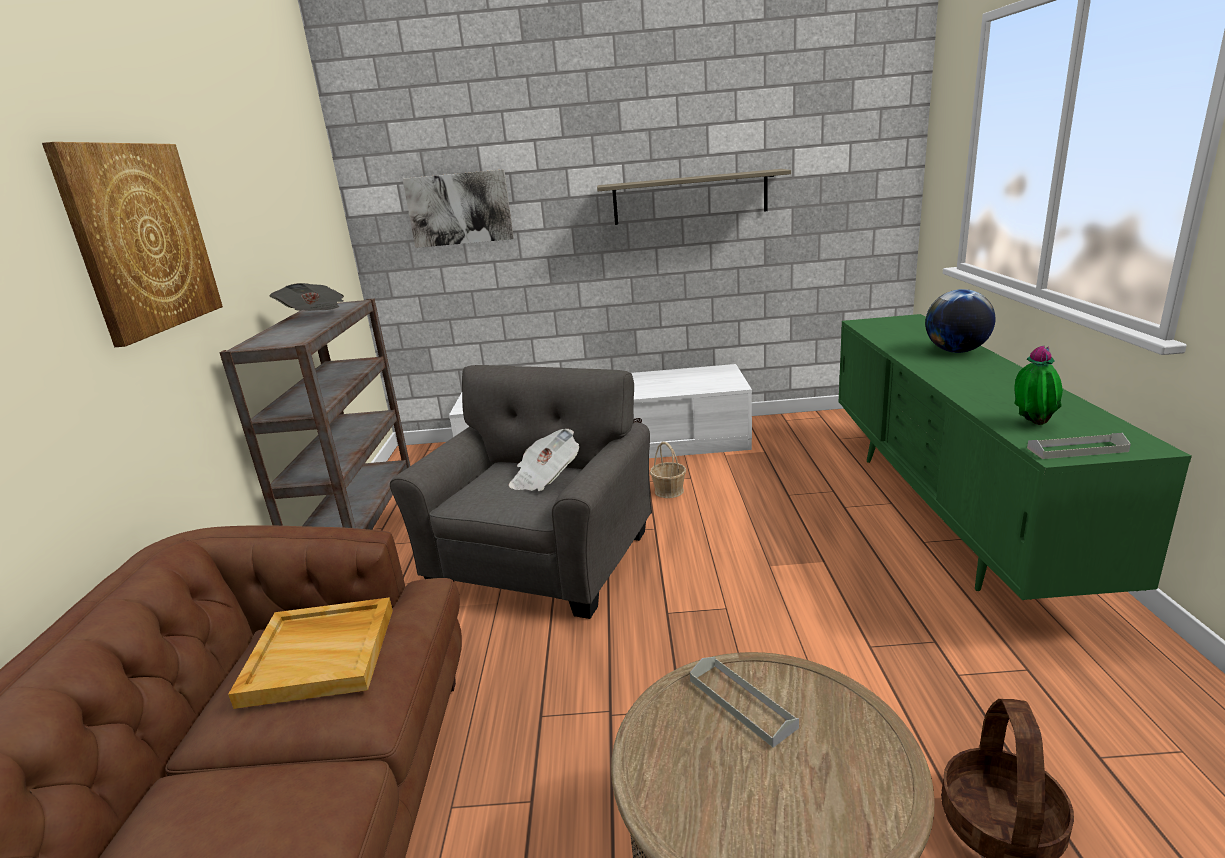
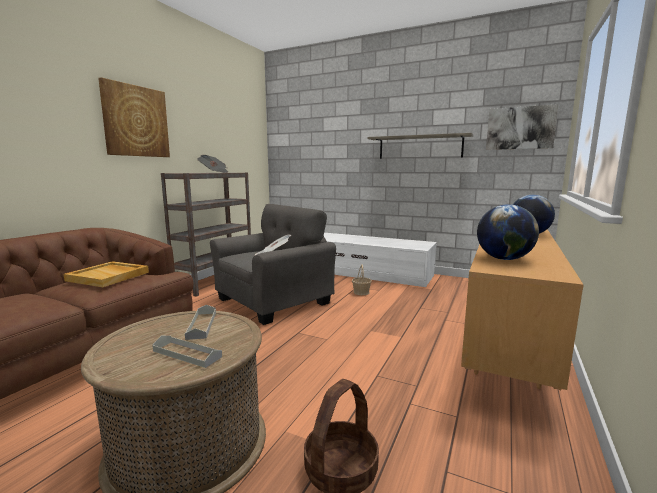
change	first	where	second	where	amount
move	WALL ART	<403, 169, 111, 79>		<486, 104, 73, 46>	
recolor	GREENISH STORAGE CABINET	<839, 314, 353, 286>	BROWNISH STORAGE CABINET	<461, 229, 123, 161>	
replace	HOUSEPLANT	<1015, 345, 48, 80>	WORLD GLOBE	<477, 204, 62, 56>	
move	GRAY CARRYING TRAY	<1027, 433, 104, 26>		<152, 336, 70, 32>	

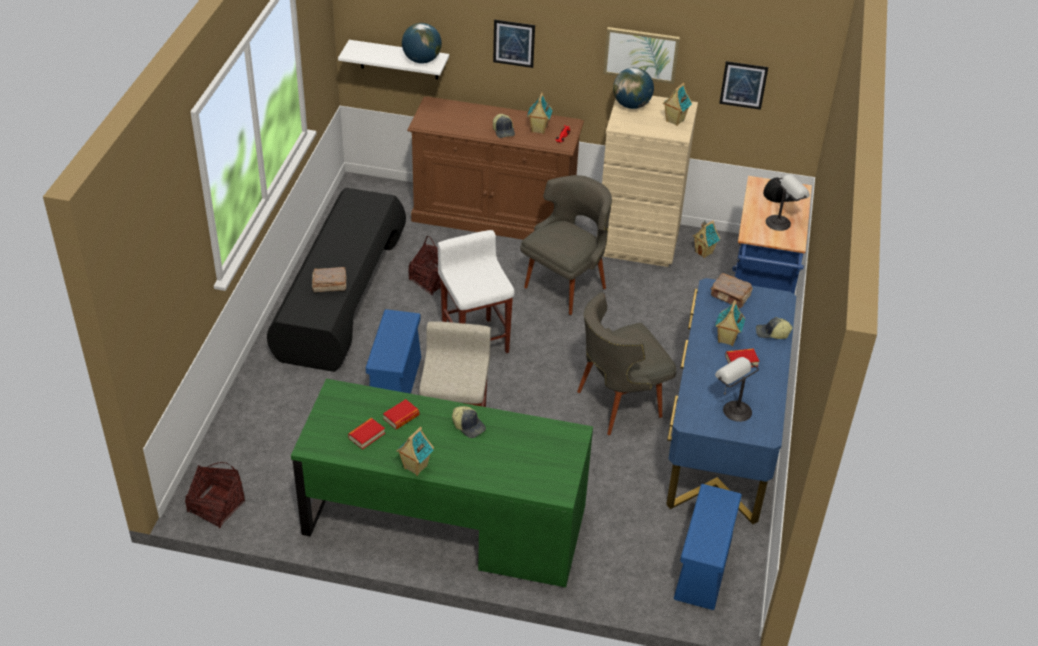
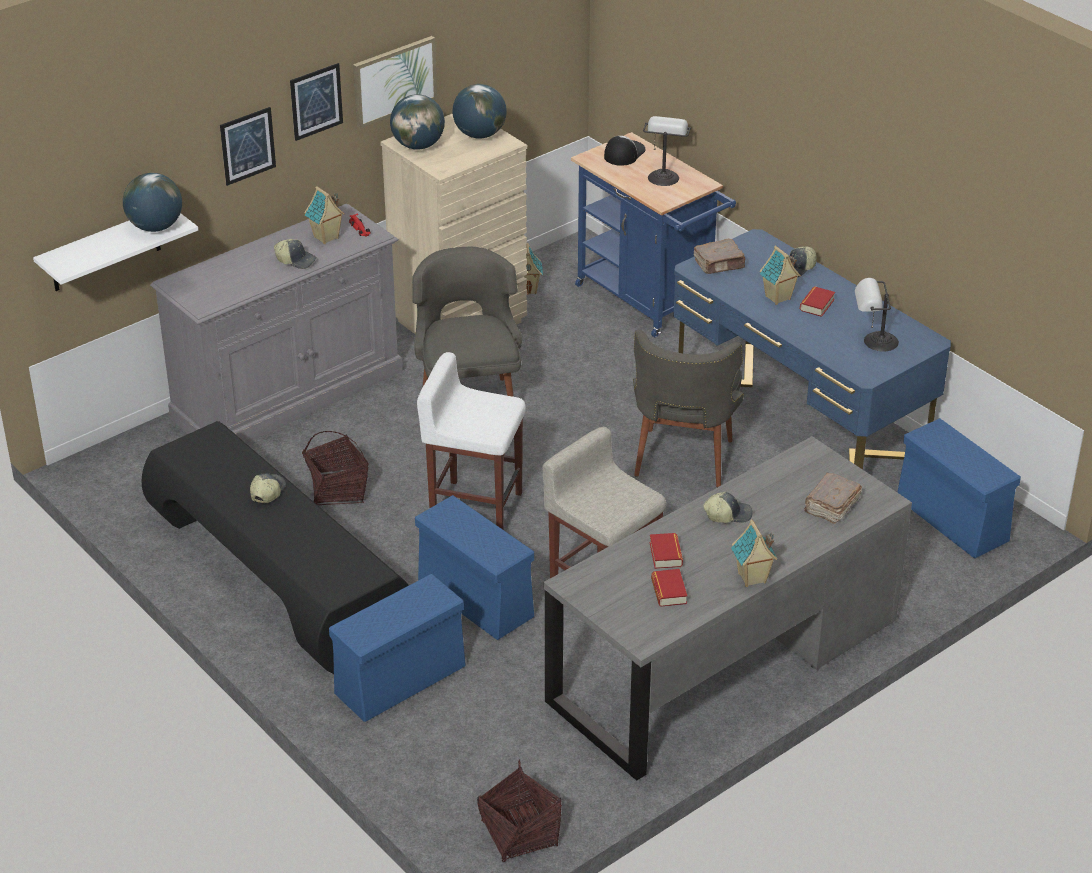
change	first	where	second	where	amount
move	WALL ART	<719, 61, 49, 49>		<290, 63, 53, 78>	
replace	TOY HOUSE	<663, 83, 29, 43>	WORLD GLOBE	<452, 84, 54, 55>	
recolor	BROWNISH STORAGE CABINET	<407, 96, 177, 144>	GRAY STORAGE CABINET	<150, 204, 253, 239>	
move	BROWNISH VOLUME	<312, 267, 34, 25>		<804, 473, 58, 51>	
recolor	GREENISH DESK UNIT	<291, 379, 302, 208>	GRAY DESK UNIT	<544, 436, 368, 345>	
insert			PEAKED CAP	<250, 473, 36, 31>	
insert			BLUISH STORAGE BIN	<329, 574, 137, 148>	

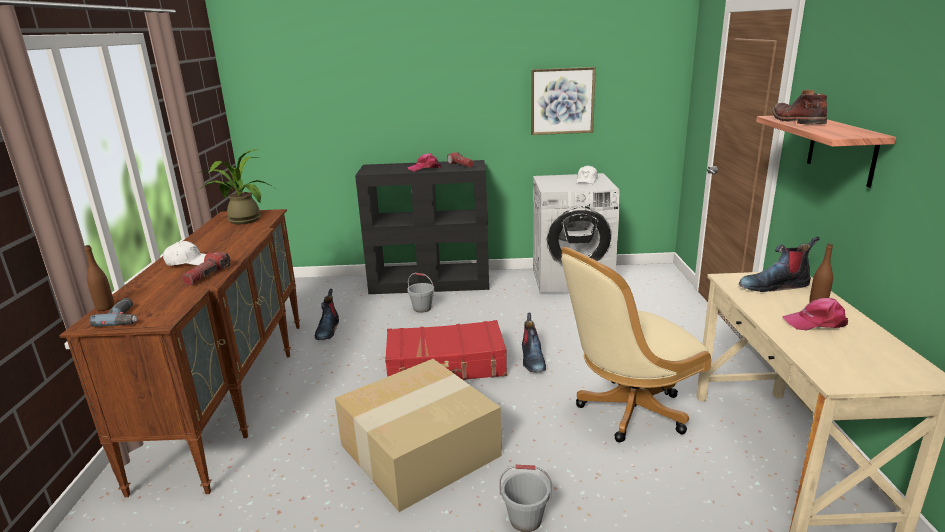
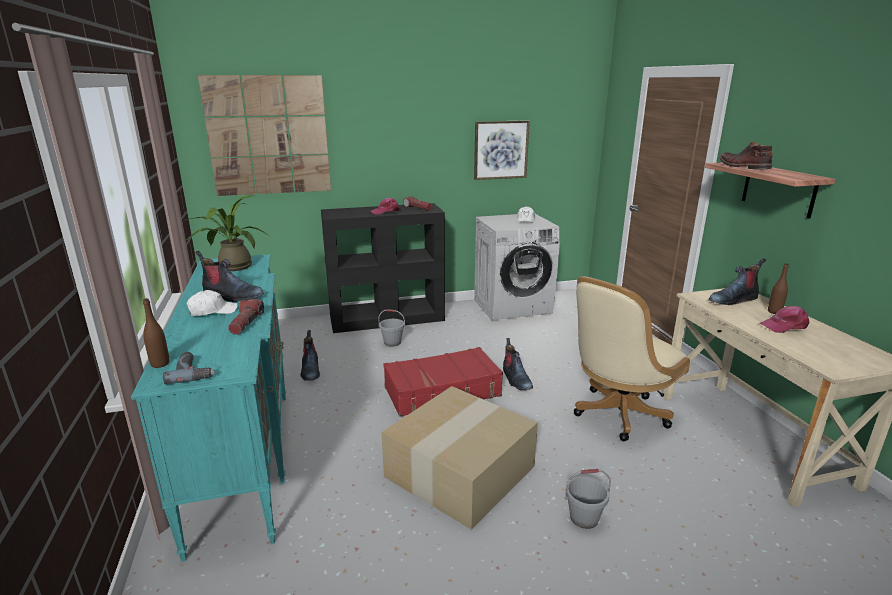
change	first	where	second	where	amount
recolor	BROWNISH STORAGE CABINET	<59, 209, 241, 288>	BLUE-GREEN STORAGE CABINET	<131, 254, 155, 308>	
insert			WALL ART	<198, 75, 133, 121>	
insert			TALL BOOT	<195, 251, 69, 51>	

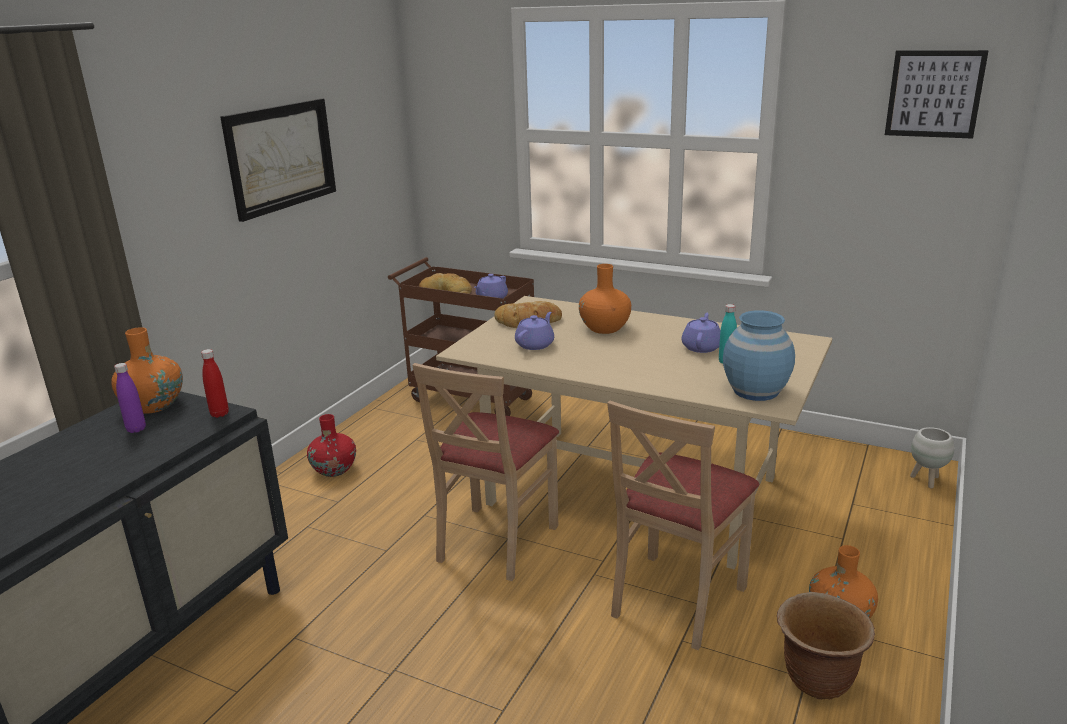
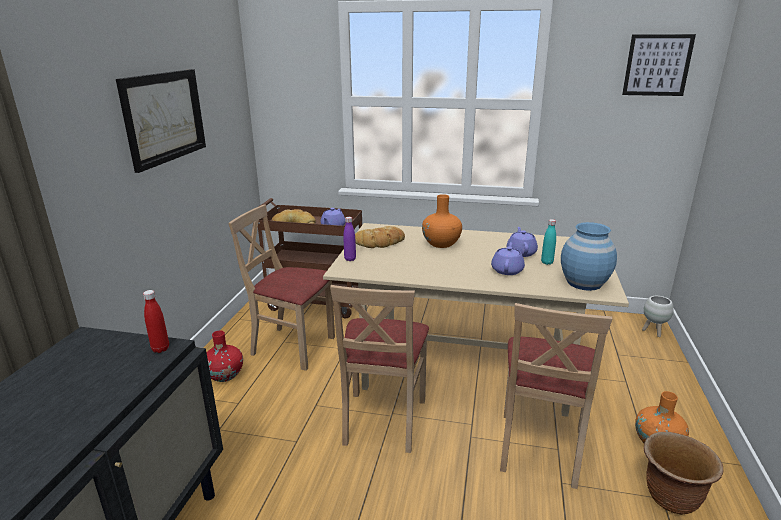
change	first	where	second	where	amount
move	PURPLISH TEAPOT	<515, 312, 39, 38>		<491, 242, 34, 33>	
delete	ORANGE FLOWER VASE	<111, 327, 72, 87>			
move	PURPLISH BEVERAGE BOTTLE	<114, 363, 32, 70>		<343, 217, 13, 44>	
insert			SAND-COLOURED CHAIR	<228, 205, 107, 166>	

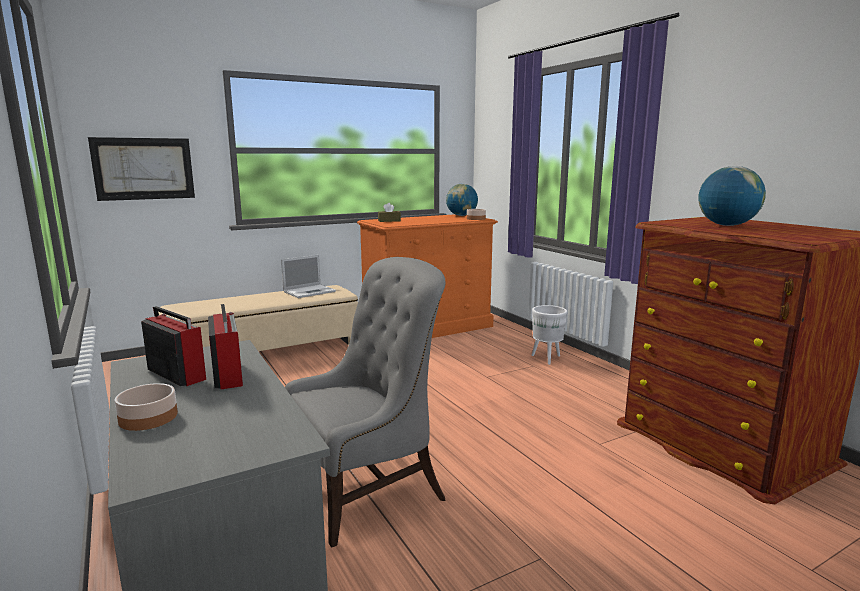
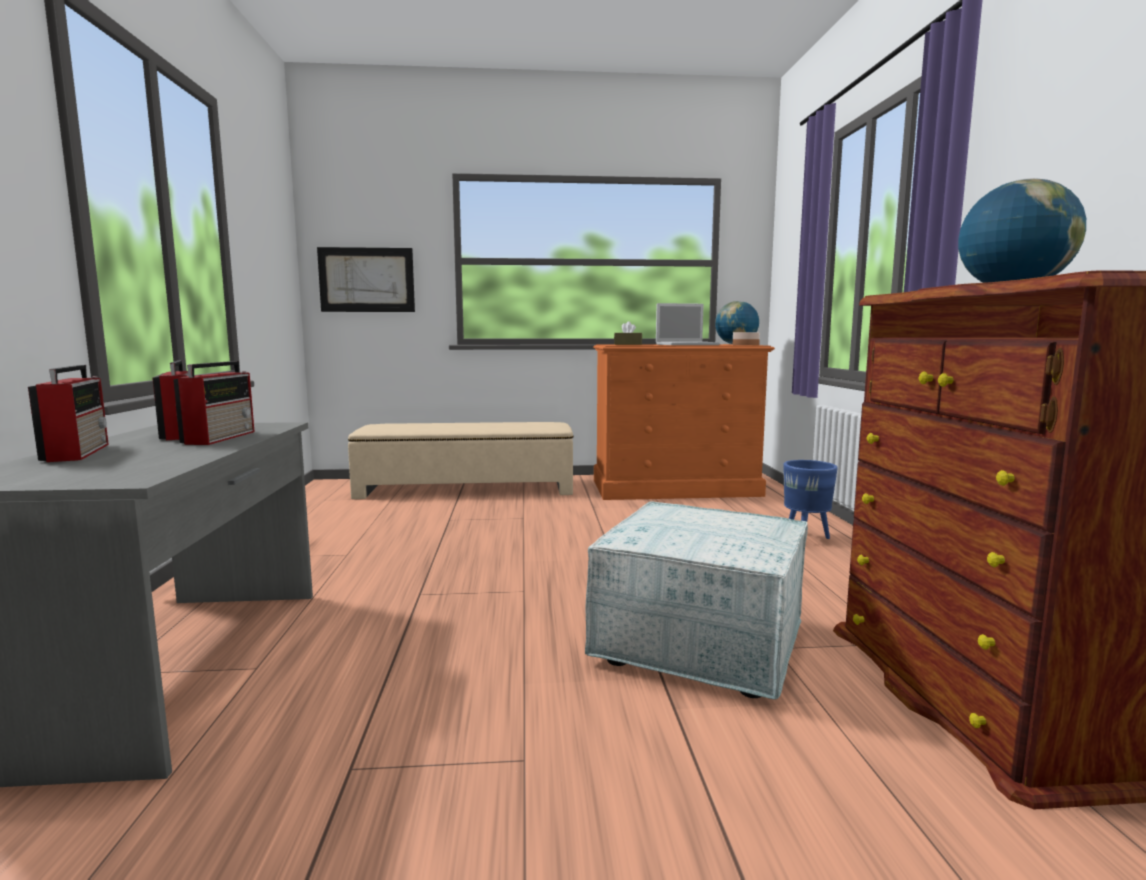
change	first	where	second	where	amount
move	LAPTOP	<281, 255, 55, 43>		<656, 303, 64, 42>	
delete	GRAY CHAIR	<285, 257, 161, 291>			
recolor	WHITE PLANTER	<532, 305, 35, 60>	BLUISH PLANTER	<783, 460, 55, 79>	
replace	SERVING BOWL	<115, 383, 63, 48>	RADIO RECEIVER	<28, 365, 81, 97>	
insert			WHITE POUFFE	<585, 501, 223, 199>	

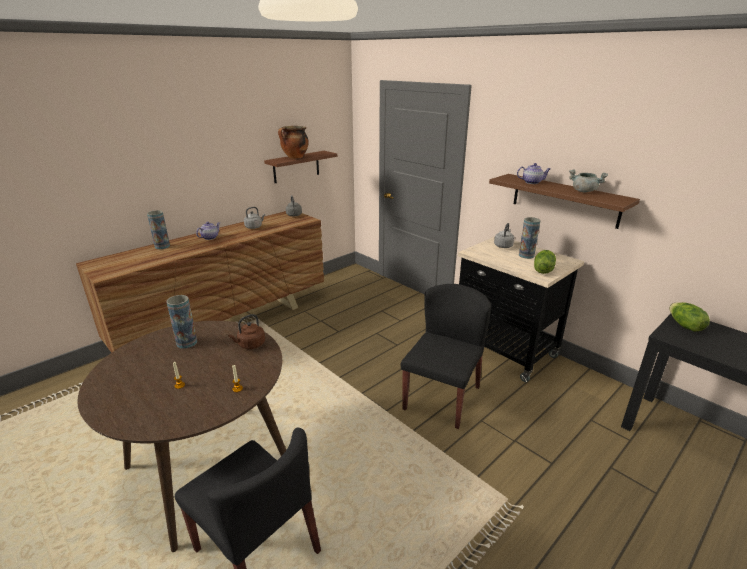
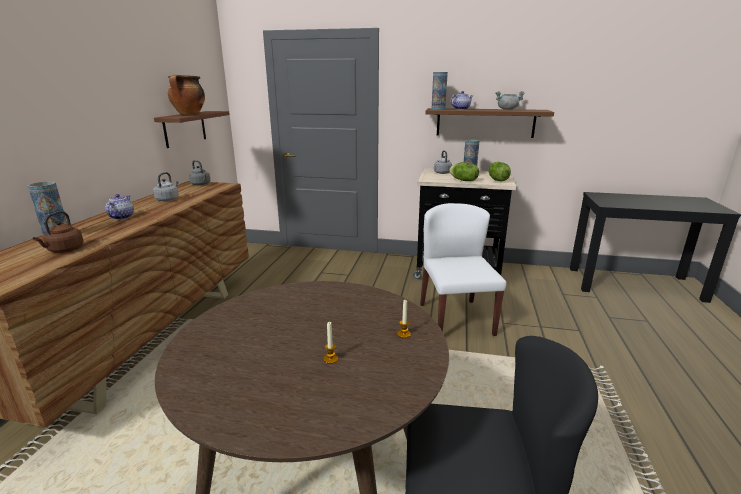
change	first	where	second	where	amount
recolor	BLACKISH CHAIR	<401, 284, 90, 145>	WHITE CHAIR	<420, 203, 87, 133>	
move	FLOWER VASE	<166, 295, 31, 54>		<431, 72, 17, 38>	
move	LETTUCE HEAD	<669, 302, 41, 30>		<449, 162, 30, 19>	
move	BROWNISH WATER KETTLE	<228, 314, 37, 35>		<33, 211, 51, 42>	

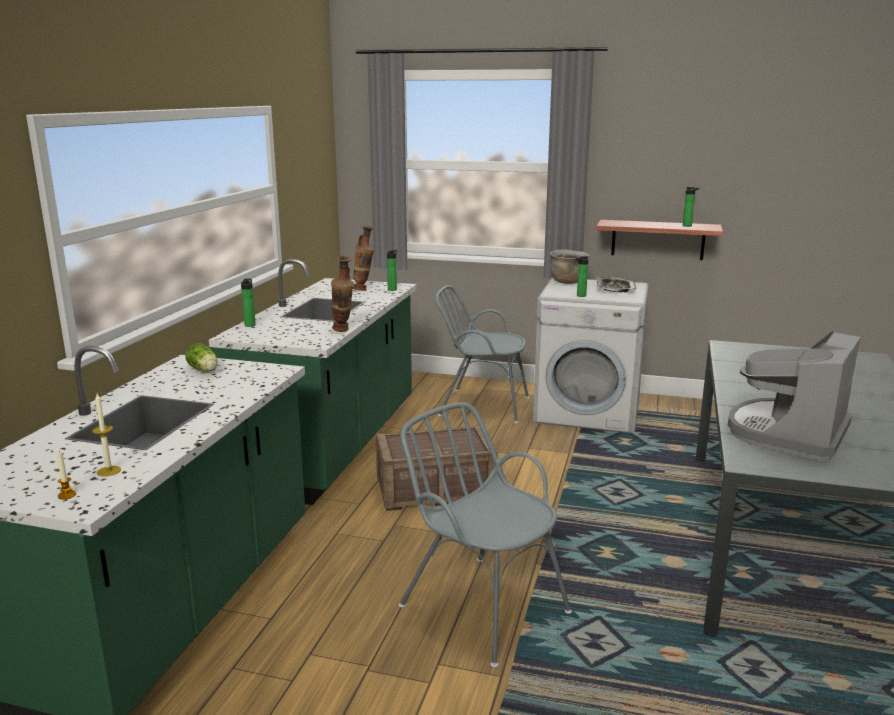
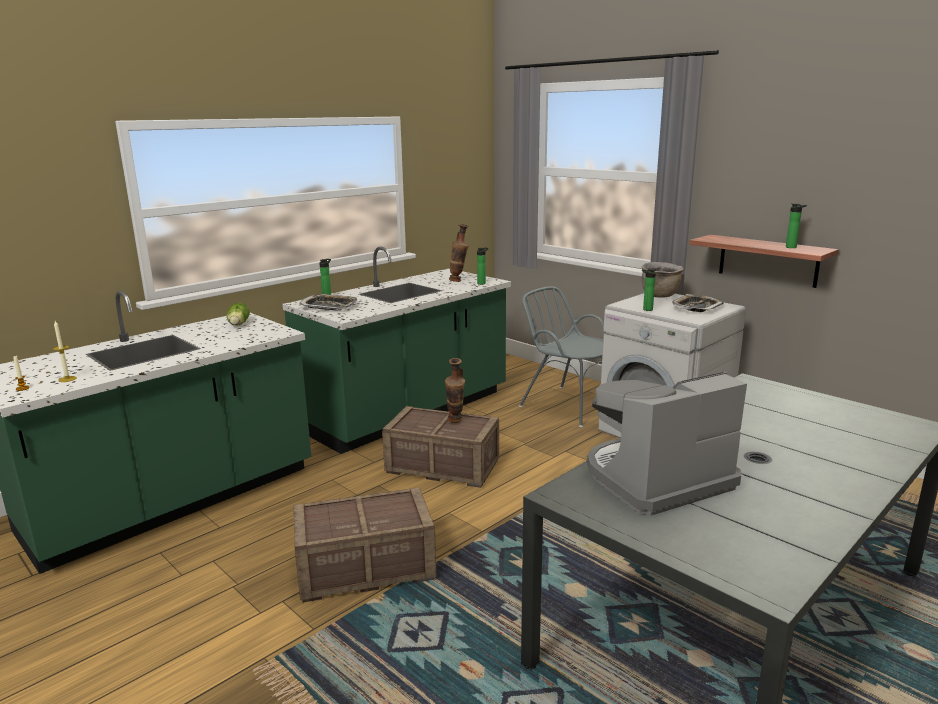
change	first	where	second	where	amount
move	FLOWER VASE	<331, 256, 23, 76>		<445, 358, 20, 65>	
replace	GRAY CHAIR	<399, 402, 173, 265>	CRATE	<293, 487, 144, 116>	
insert			CARRYING TRAY	<299, 294, 58, 16>	

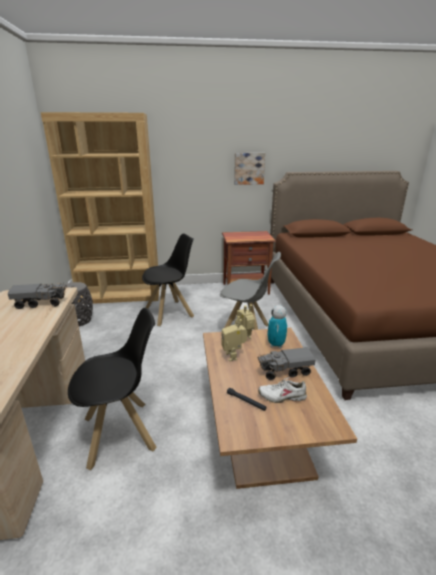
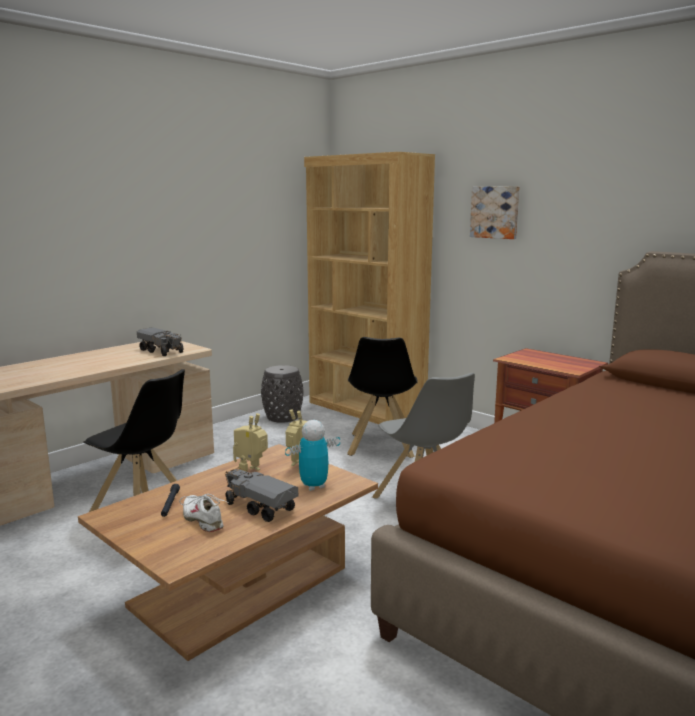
change	first	where	second	where	amount
move	WALL ART	<234, 153, 31, 32>		<470, 186, 50, 53>	
rotate	BLACKISH CHAIR	<142, 233, 52, 93>		<347, 337, 71, 121>	75 degrees clockwise

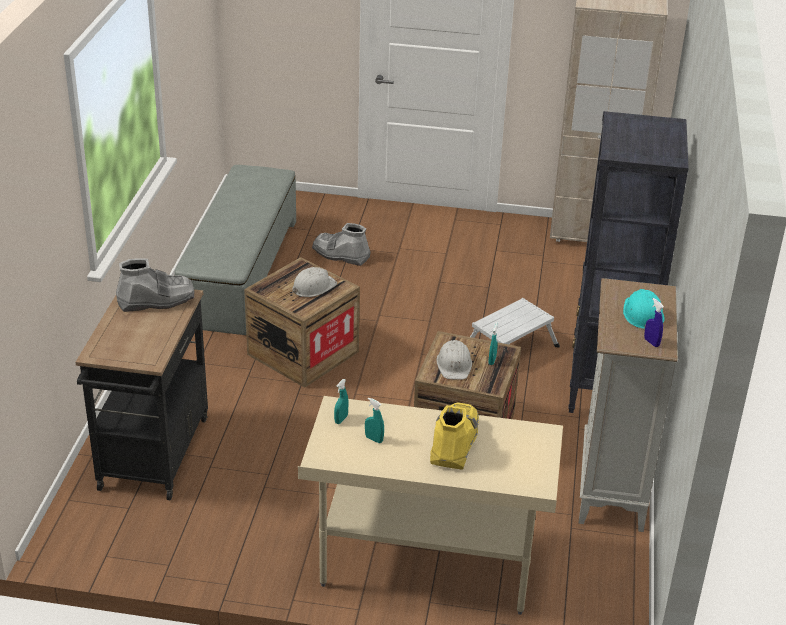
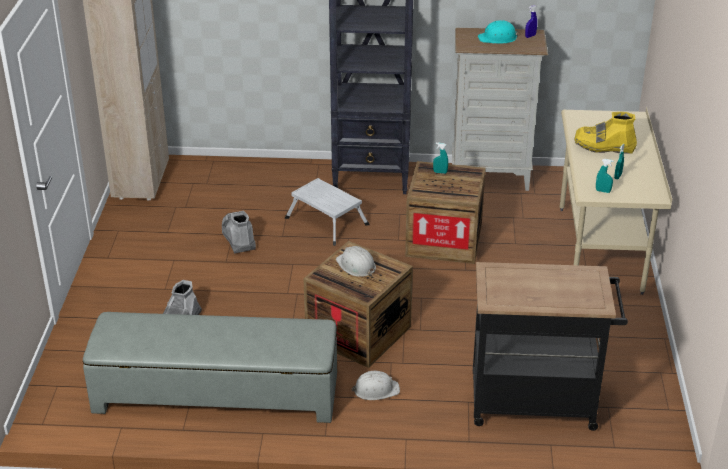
change	first	where	second	where	amount
move	GRAY TALL BOOT	<116, 258, 78, 54>		<222, 211, 34, 43>	
move	WHITE SAFETY HELMET	<436, 340, 36, 40>		<351, 371, 49, 29>	

